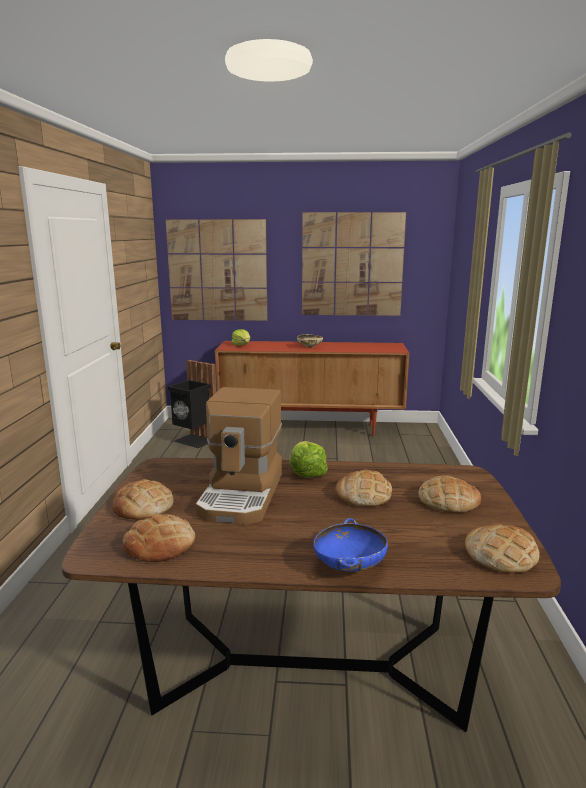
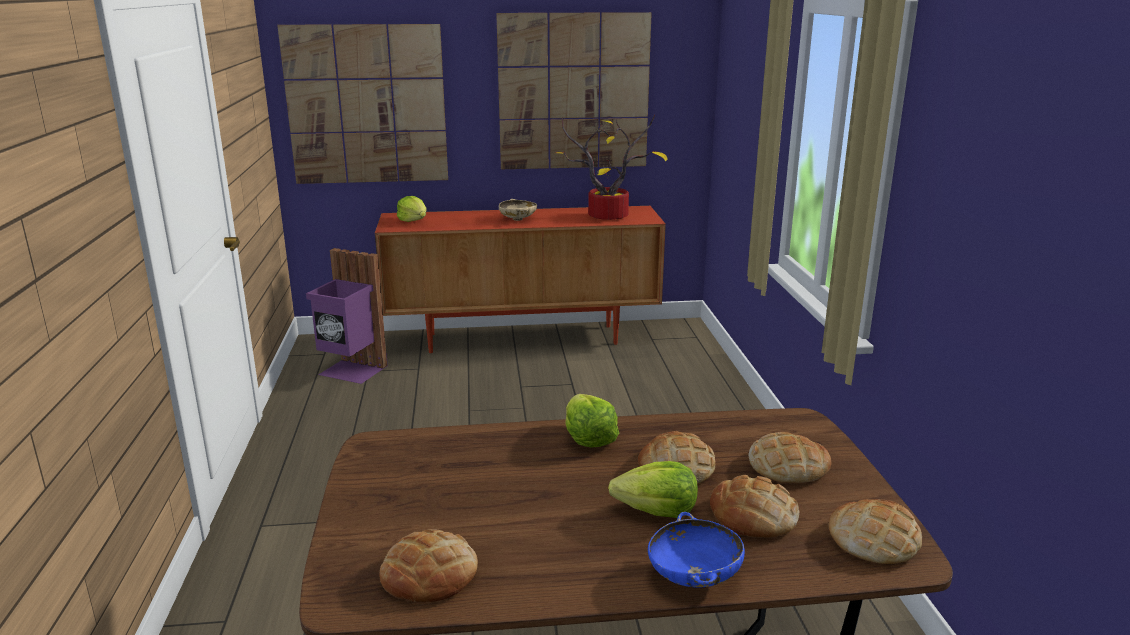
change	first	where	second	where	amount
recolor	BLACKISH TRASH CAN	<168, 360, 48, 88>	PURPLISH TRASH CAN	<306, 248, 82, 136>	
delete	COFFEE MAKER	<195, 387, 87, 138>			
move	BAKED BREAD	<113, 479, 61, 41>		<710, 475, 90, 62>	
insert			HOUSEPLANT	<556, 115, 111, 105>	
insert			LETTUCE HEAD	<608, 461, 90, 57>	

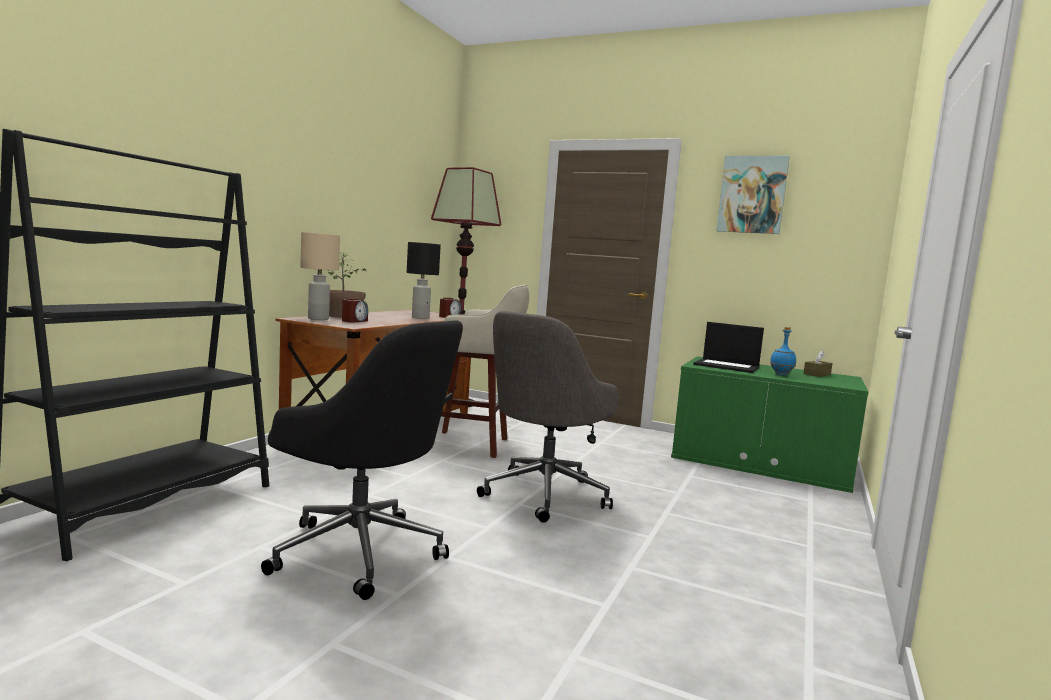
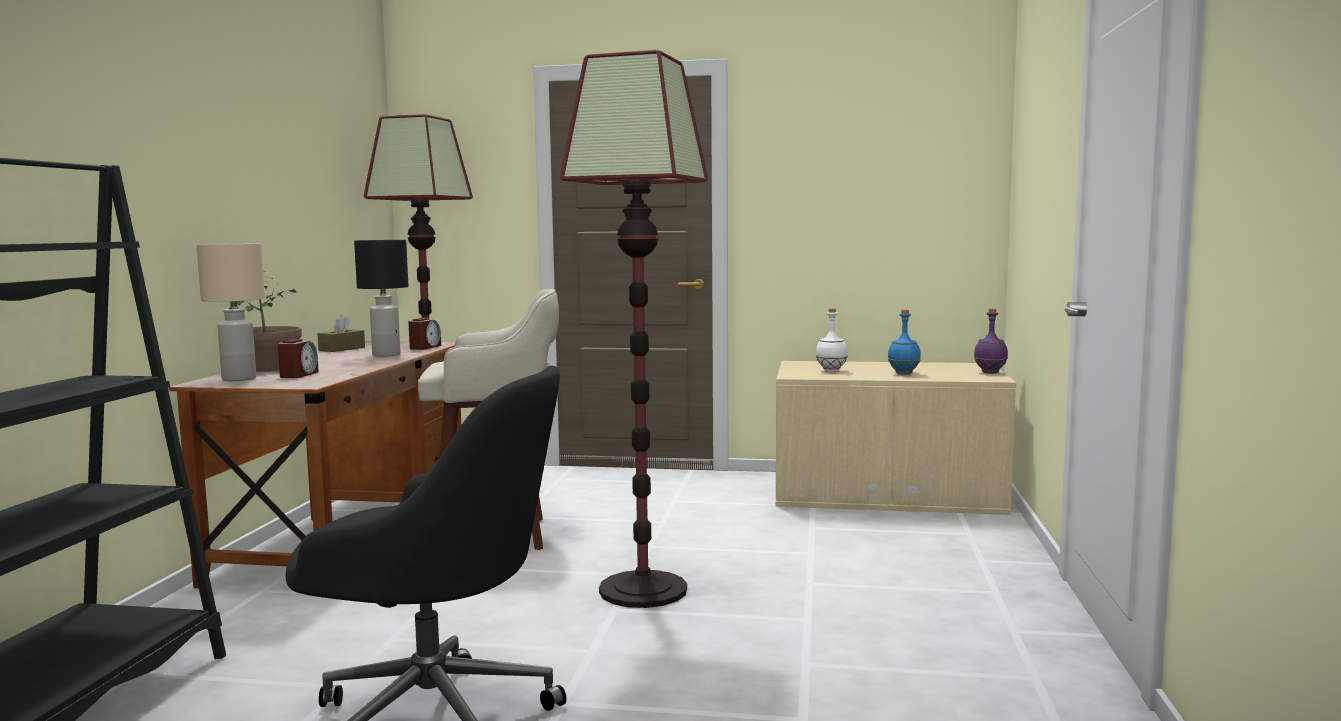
change	first	where	second	where	amount
delete	WALL ART	<717, 156, 73, 78>			
replace	GRAY DESK CHAIR	<477, 311, 141, 212>	FLOOR LAMP	<559, 50, 149, 558>	
replace	LAPTOP	<693, 322, 71, 51>	WHITE BEVERAGE BOTTLE	<816, 308, 32, 64>	
move	BROWNISH TISSUE HOLDER	<803, 351, 29, 26>		<317, 315, 48, 37>	
recolor	GREENISH STORAGE CABINET	<671, 356, 198, 137>	SAND-COLOURED STORAGE CABINET	<775, 361, 241, 154>	
insert			PURPLISH BEVERAGE BOTTLE	<974, 309, 34, 65>	

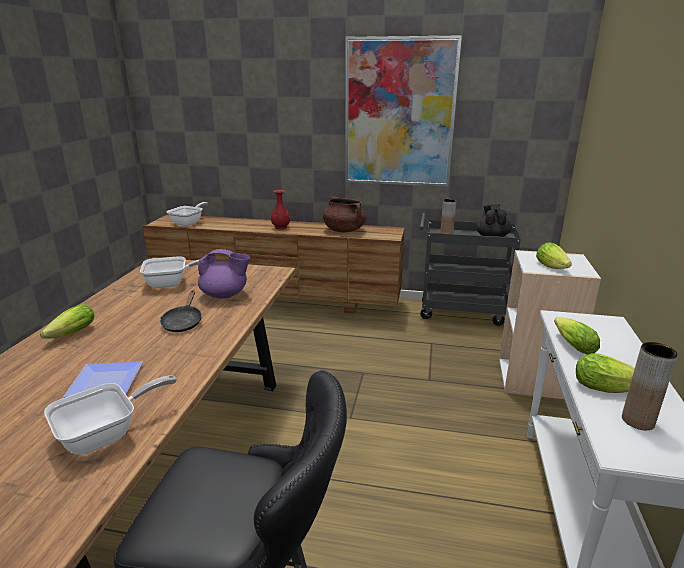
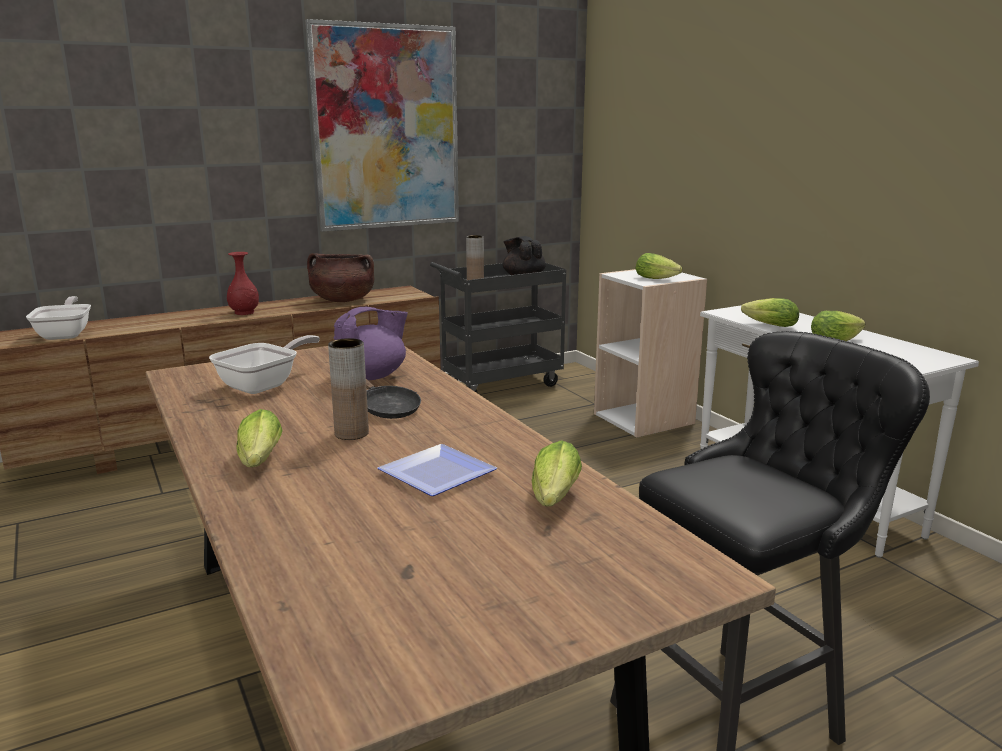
change	first	where	second	where	amount
move	BROWNISH FLOWER VASE	<622, 342, 56, 88>		<328, 338, 41, 102>	
replace	SKILLET	<44, 376, 133, 79>	LETTUCE HEAD	<532, 440, 50, 67>	

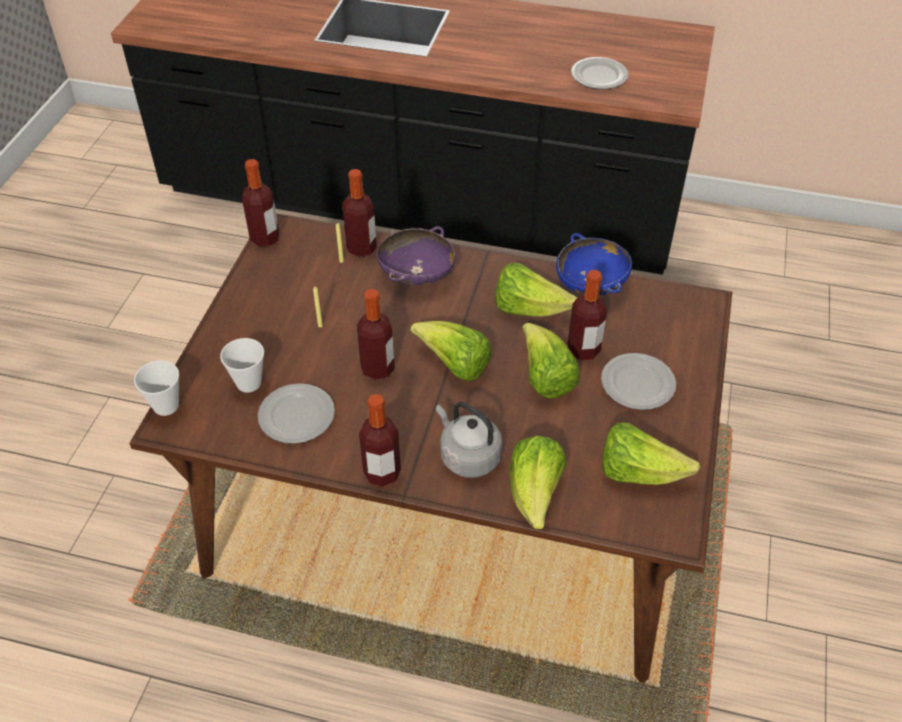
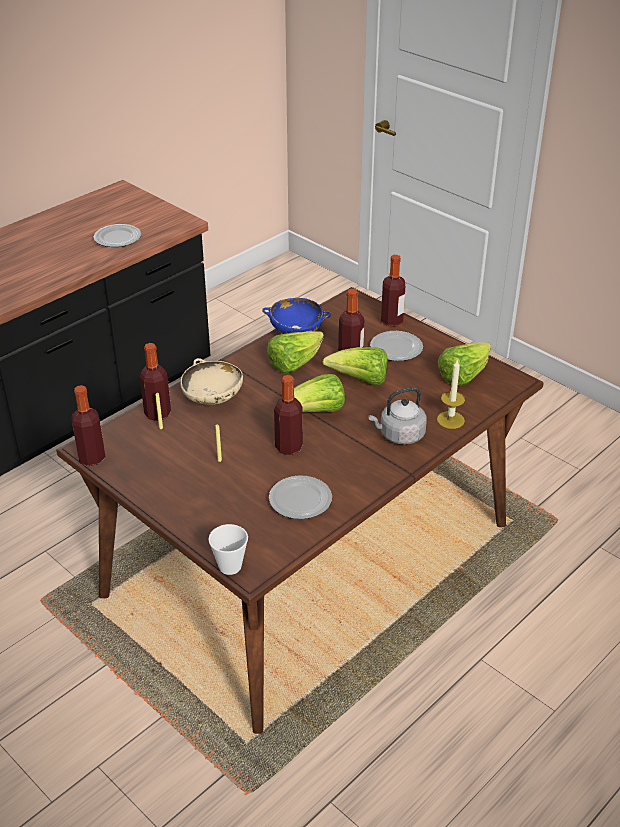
change	first	where	second	where	amount
recolor	PURPLISH SERVING BOWL	<377, 226, 79, 59>	SAND-COLOURED SERVING BOWL	<180, 358, 63, 47>	
delete	SMALL CUP	<220, 338, 44, 55>			
move	BEVERAGE BOTTLE	<359, 394, 42, 93>		<381, 255, 24, 71>	
replace	LETTUCE HEAD	<509, 436, 58, 93>	CANDLE	<437, 360, 28, 69>	

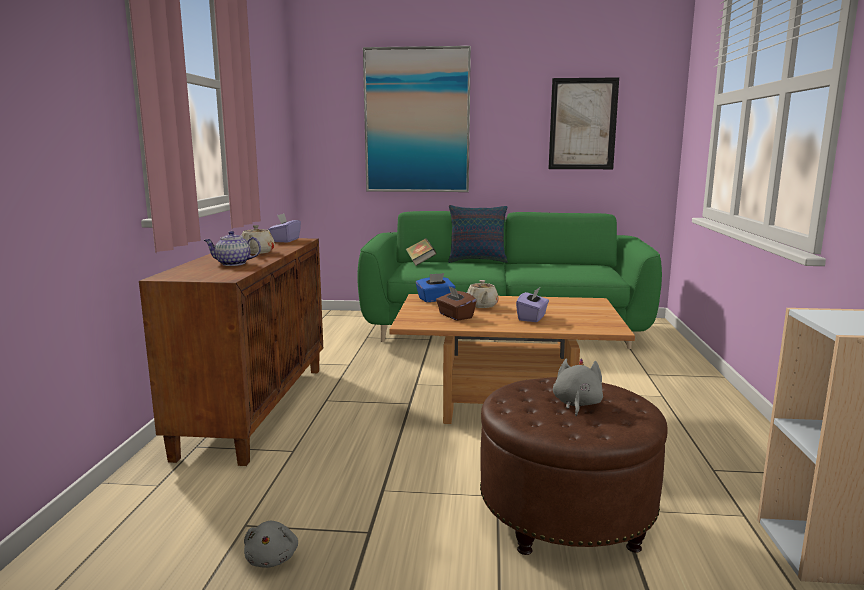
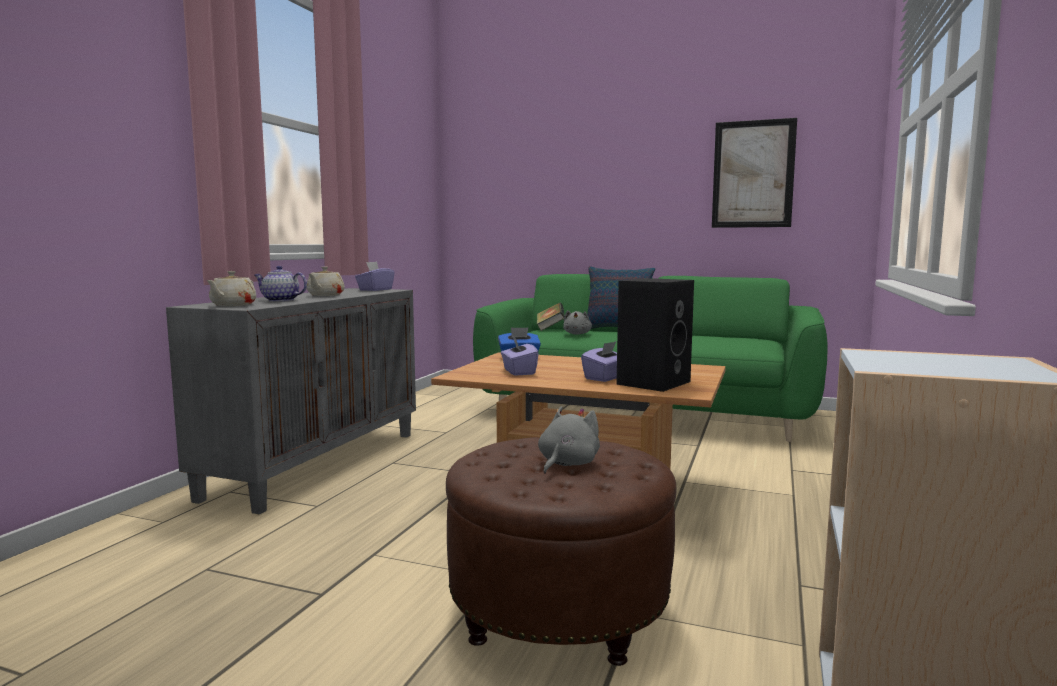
change	first	where	second	where	amount
delete	WALL ART	<363, 46, 108, 146>			
recolor	BROWNISH STORAGE CABINET	<139, 238, 184, 228>	GRAY STORAGE CABINET	<166, 288, 250, 227>	
move	SAND-COLOURED TEAPOT	<467, 280, 32, 28>		<206, 271, 50, 35>	
recolor	BROWNISH TISSUE HOLDER	<436, 286, 40, 35>	PURPLISH TISSUE HOLDER	<501, 337, 38, 39>	
move	GRAY CUDDLY TOY	<244, 521, 54, 47>		<563, 310, 29, 25>	
insert			BLACKISH AUDIO SPEAKER	<616, 278, 78, 114>	

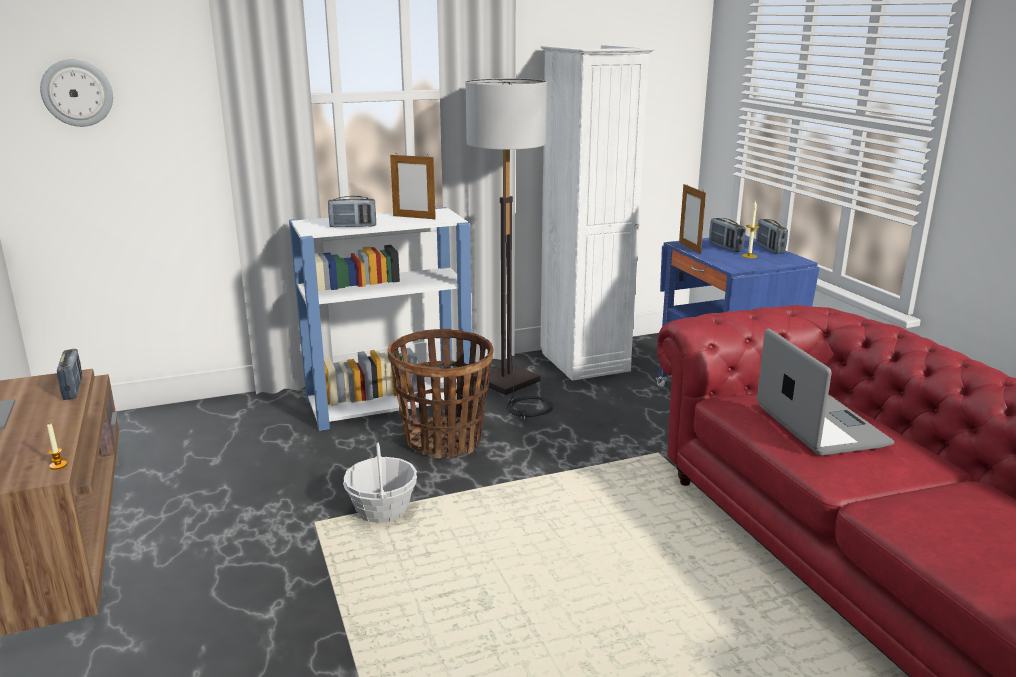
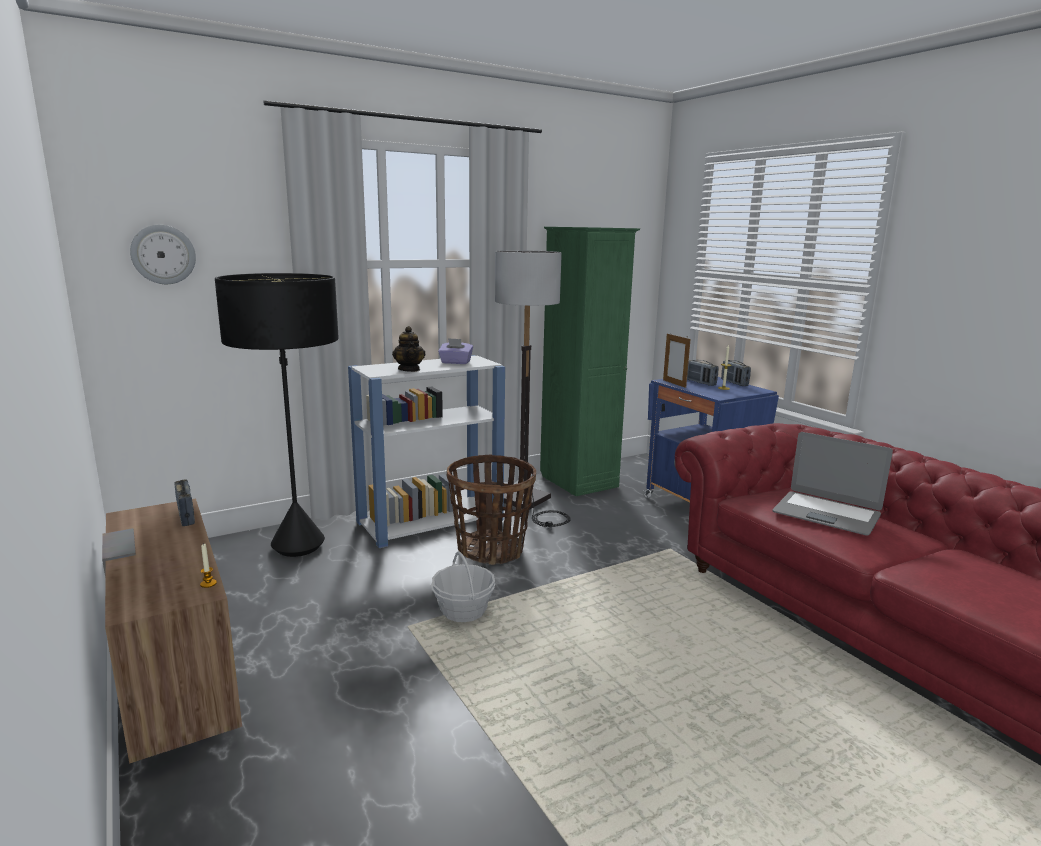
change	first	where	second	where	amount
recolor	WHITE STORAGE CABINET	<540, 45, 115, 336>	GREENISH STORAGE CABINET	<540, 227, 100, 269>	
replace	STANDING FRAME	<390, 155, 46, 64>	PURPLISH TISSUE HOLDER	<438, 338, 35, 26>	
replace	RADIO RECEIVER	<328, 196, 48, 32>	TEAPOT	<392, 326, 33, 46>	
rotate	LAPTOP	<757, 328, 137, 128>		<772, 432, 121, 104>	150 degrees clockwise
insert			BLACKISH FLOOR LAMP	<215, 273, 124, 284>	

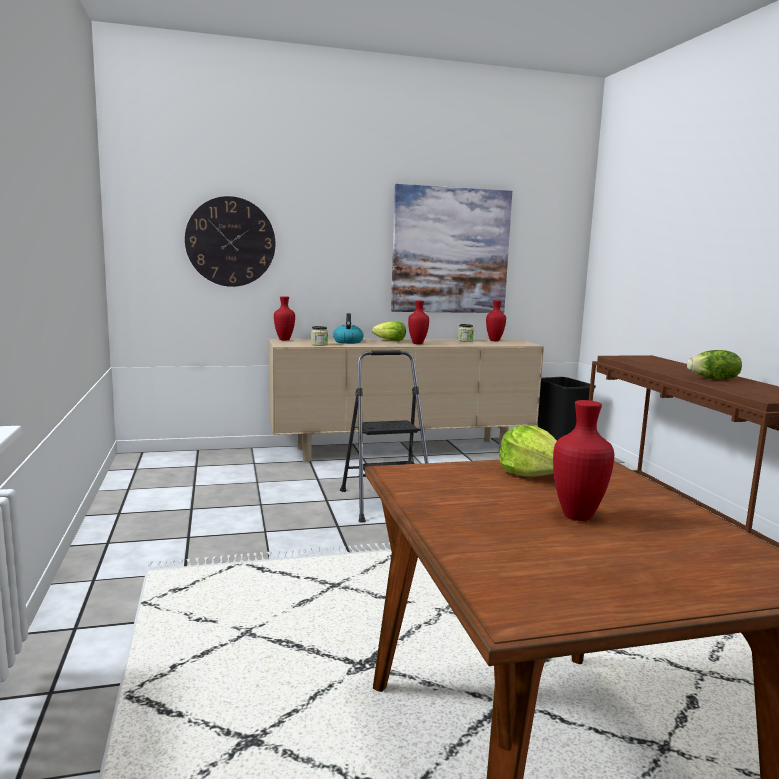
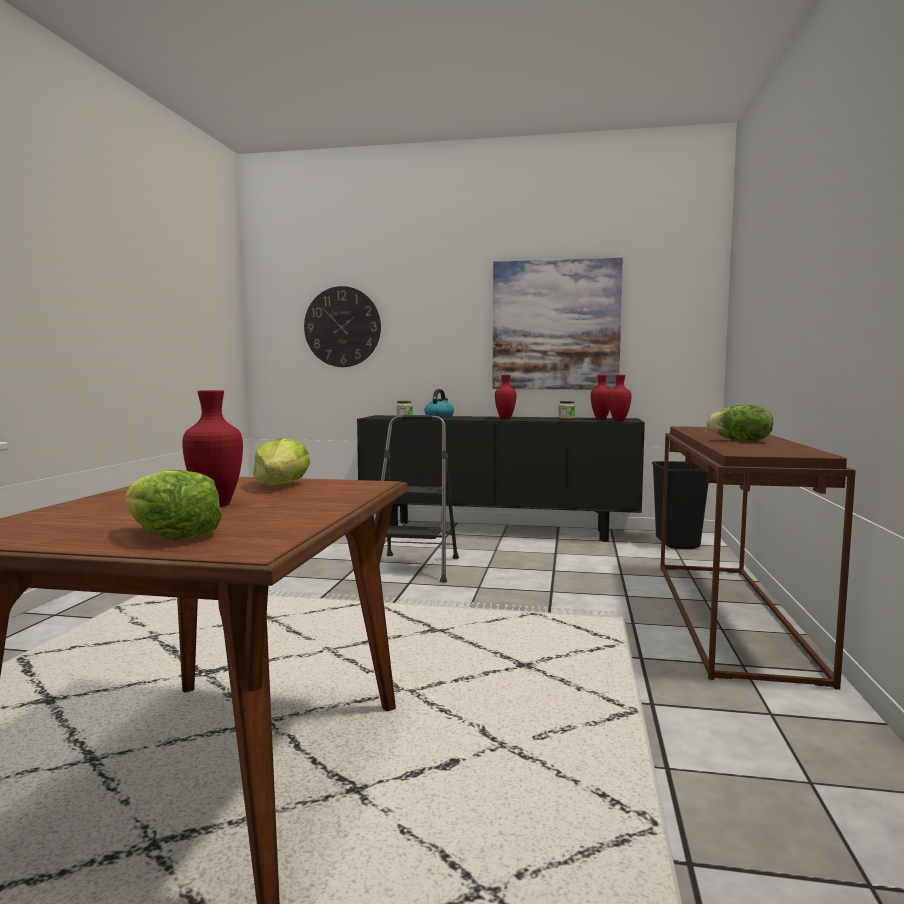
change	first	where	second	where	amount
move	RED-COLOURED FLOWER VASE	<274, 296, 21, 44>		<608, 375, 24, 46>	
move	LETTUCE HEAD	<372, 321, 34, 20>		<125, 470, 97, 71>	
recolor	SAND-COLOURED STORAGE CABINET	<269, 339, 275, 123>	BLACKISH STORAGE CABINET	<357, 415, 288, 127>	

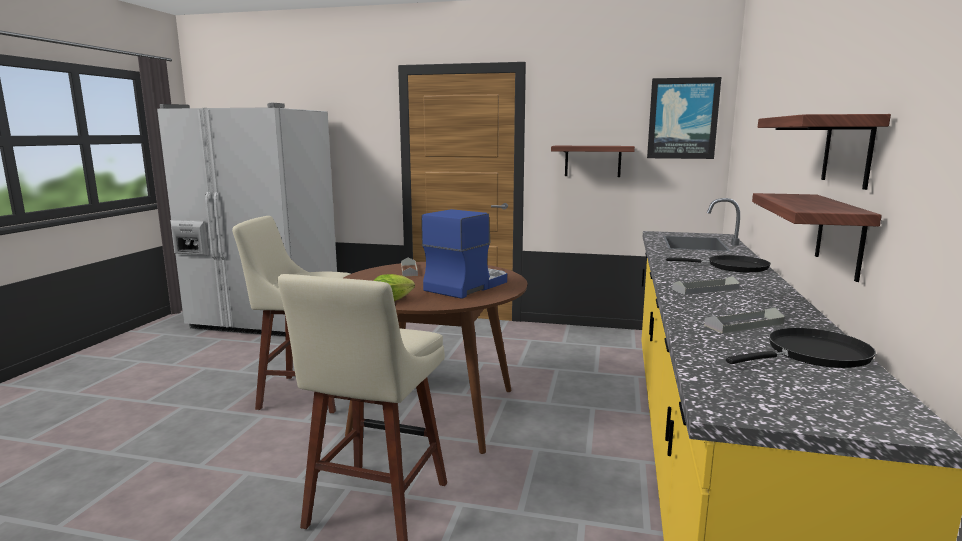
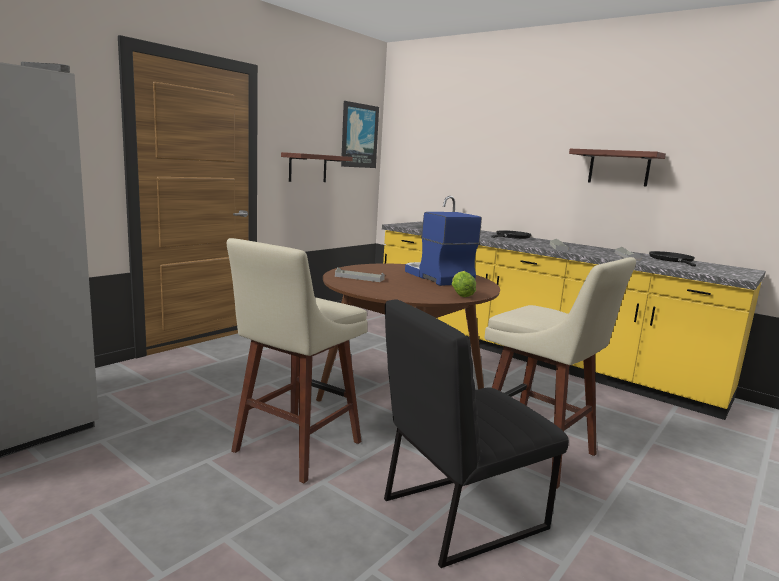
change	first	where	second	where	amount
delete	BRACKET SHELF	<752, 193, 130, 89>			
insert			BLACKISH CHAIR	<384, 299, 185, 269>	

